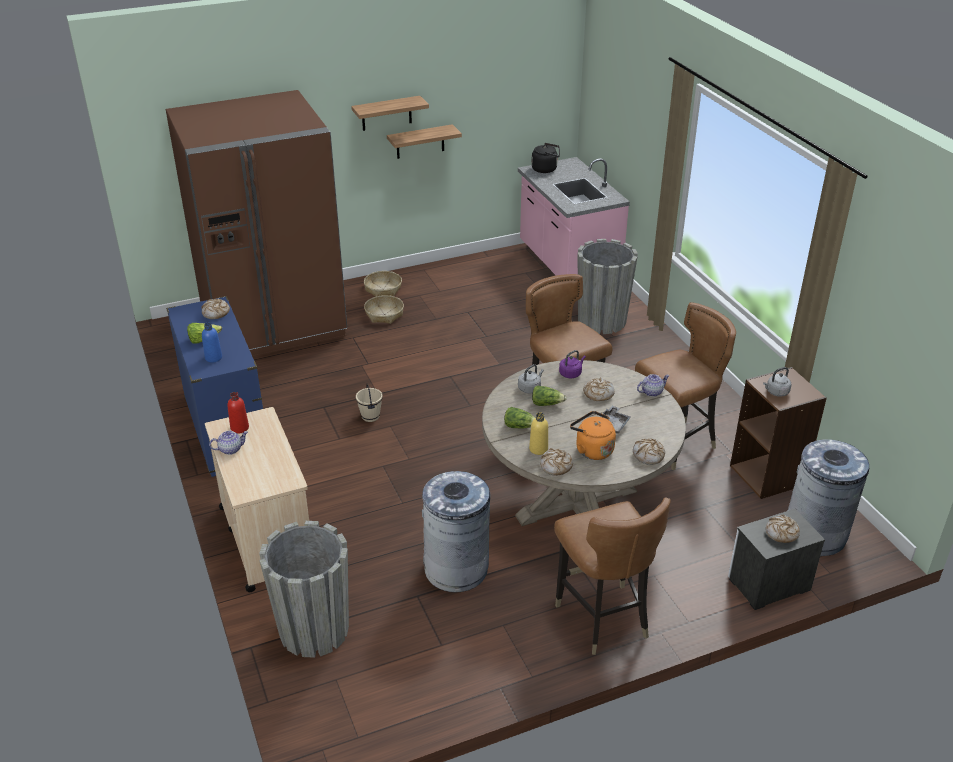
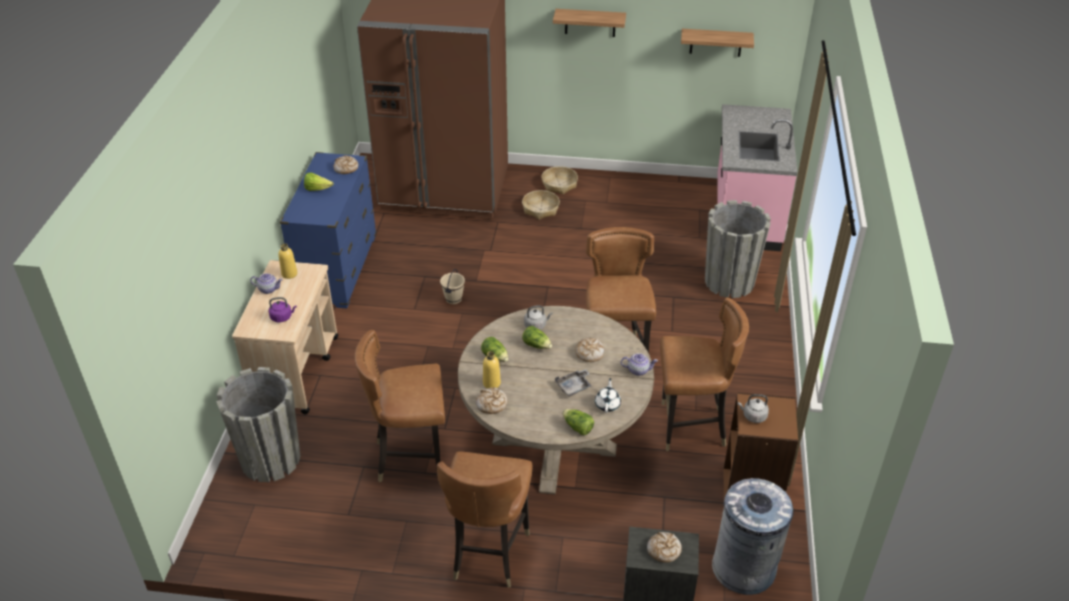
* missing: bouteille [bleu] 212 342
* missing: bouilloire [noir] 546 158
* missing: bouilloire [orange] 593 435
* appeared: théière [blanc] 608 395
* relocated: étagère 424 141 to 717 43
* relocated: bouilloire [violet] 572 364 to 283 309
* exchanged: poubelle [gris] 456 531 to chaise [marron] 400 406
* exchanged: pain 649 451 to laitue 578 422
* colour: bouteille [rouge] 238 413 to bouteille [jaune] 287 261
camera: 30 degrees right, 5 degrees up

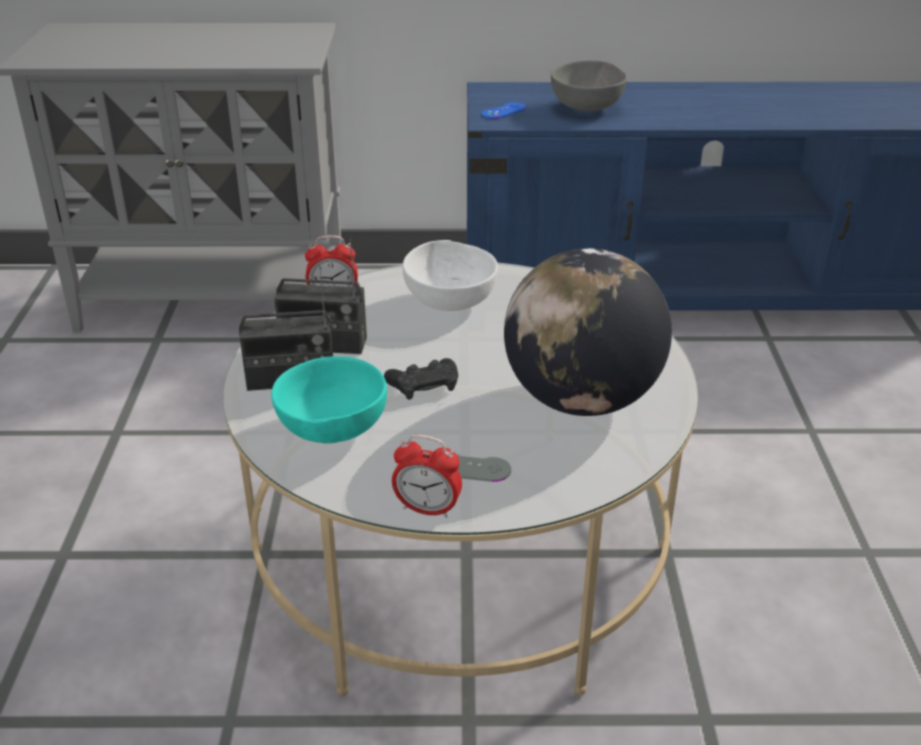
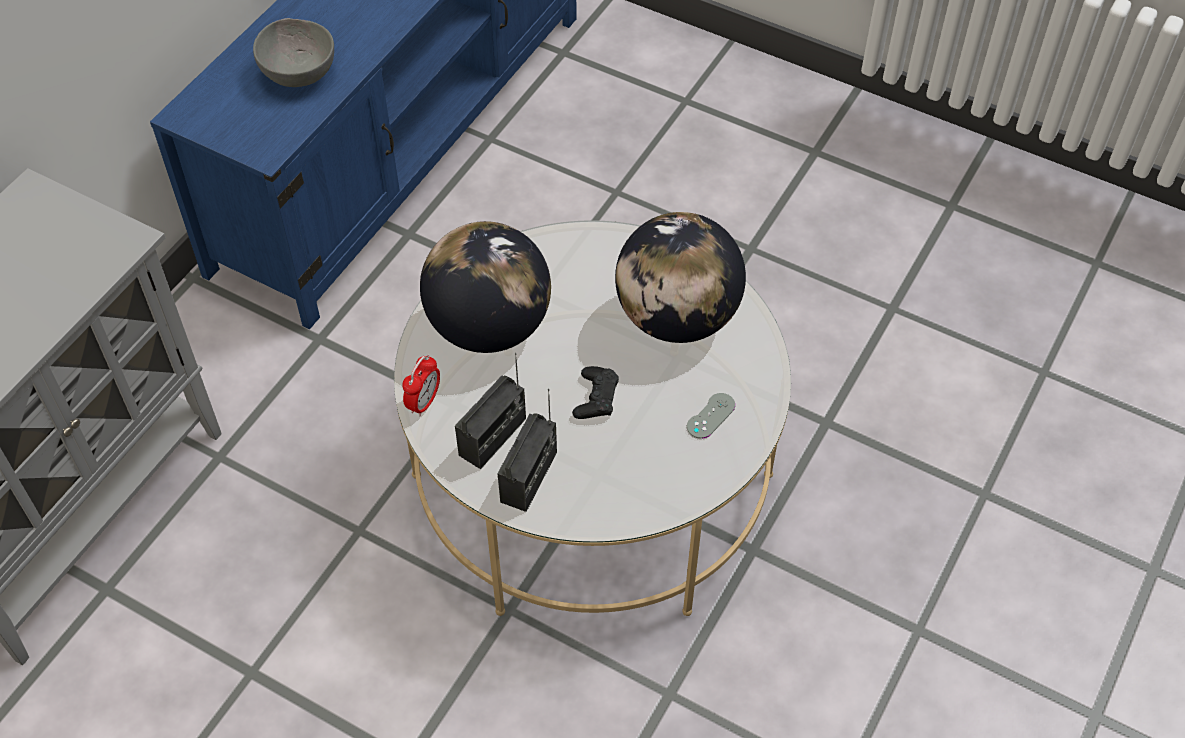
* missing: bol [turquoise] 329 399
* missing: réveil 427 476
* missing: manette [bleu] 504 110
* exchanged: bol [blanc] 450 275 to globe 485 287
camera: 60 degrees left, 20 degrees up

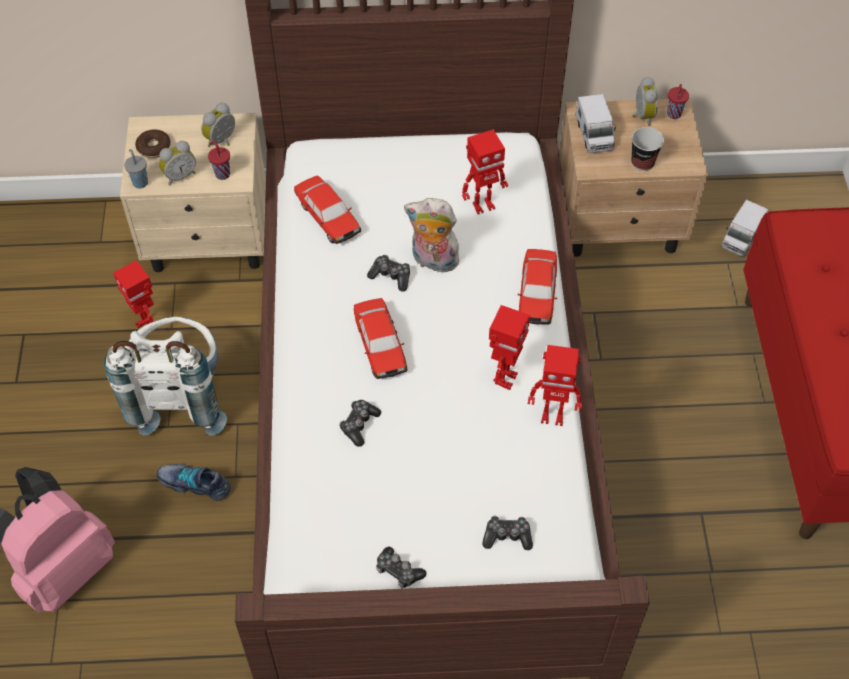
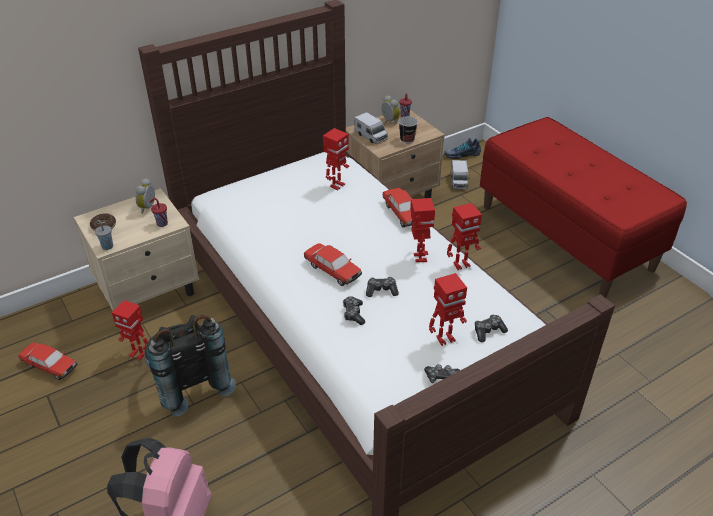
* missing: réveil 177 163
* missing: peluche 433 235
* appeared: robot jouet 448 309
* relocated: chaussure 194 482 to 462 148
* relocated: petite voiture 327 209 to 48 361
* relocated: manette 388 273 to 382 287
* colour: sac à dos [blanc] 165 376 to sac à dos [noir] 190 366
camera: 30 degrees left, 15 degrees down

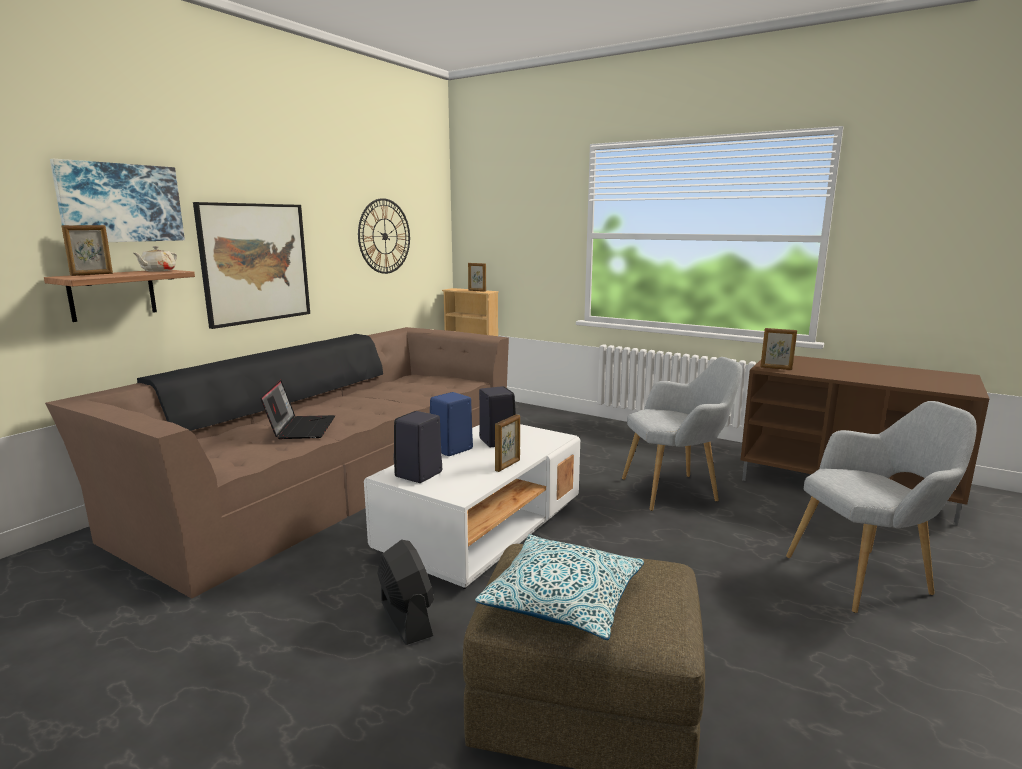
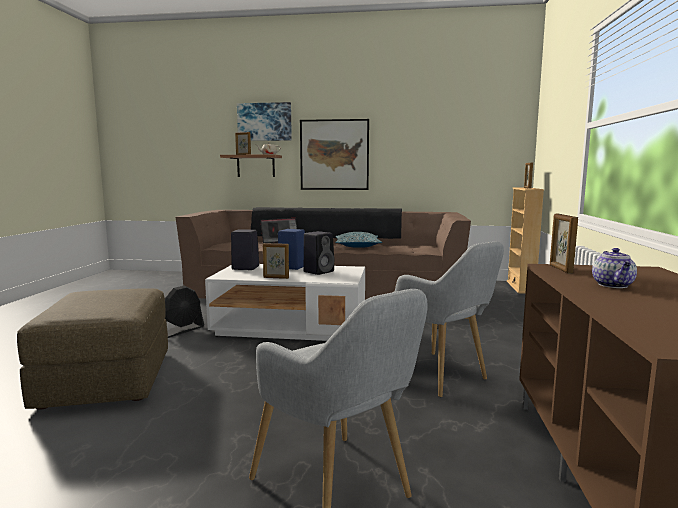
* missing: horloge murale 384 236
* appeared: théière 614 268
* relocated: coussin 559 587 to 358 240
camera: 65 degrees right, 5 degrees down

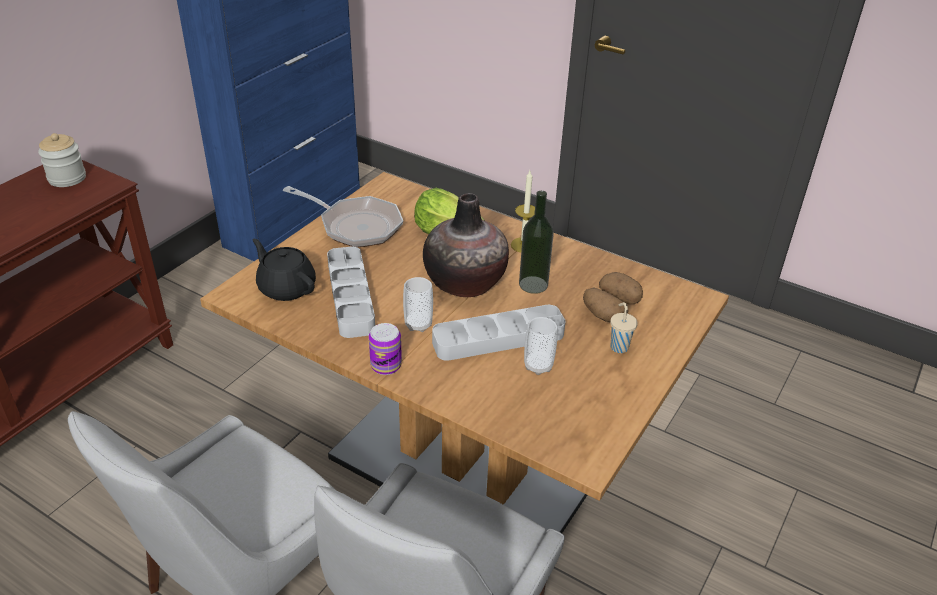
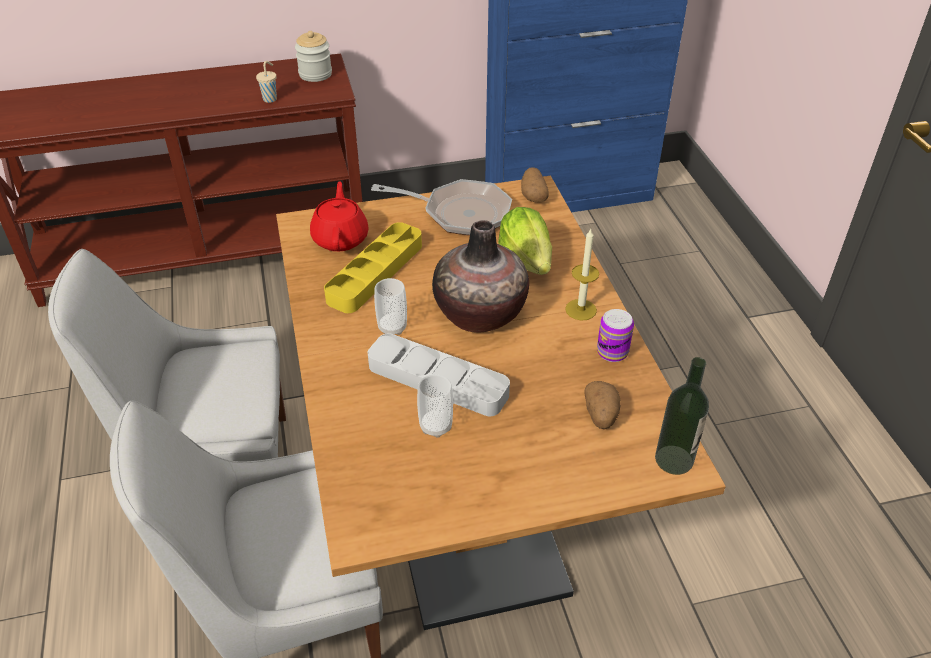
* relocated: boîte métallique 385 349 to 615 335
* relocated: bouteille 536 242 to 682 416
* relocated: pomme de terre 605 304 to 535 185
* relocated: tasse [beige] 624 327 to 266 82
* colour: théière [noir] 284 270 to théière [rouge] 339 216
* colour: plateau [gris] 351 292 to plateau [jaune] 373 267
* spun: poêle 343 216 = 441 207 60 degrees counterclockwise
camera: 45 degrees right, 5 degrees up

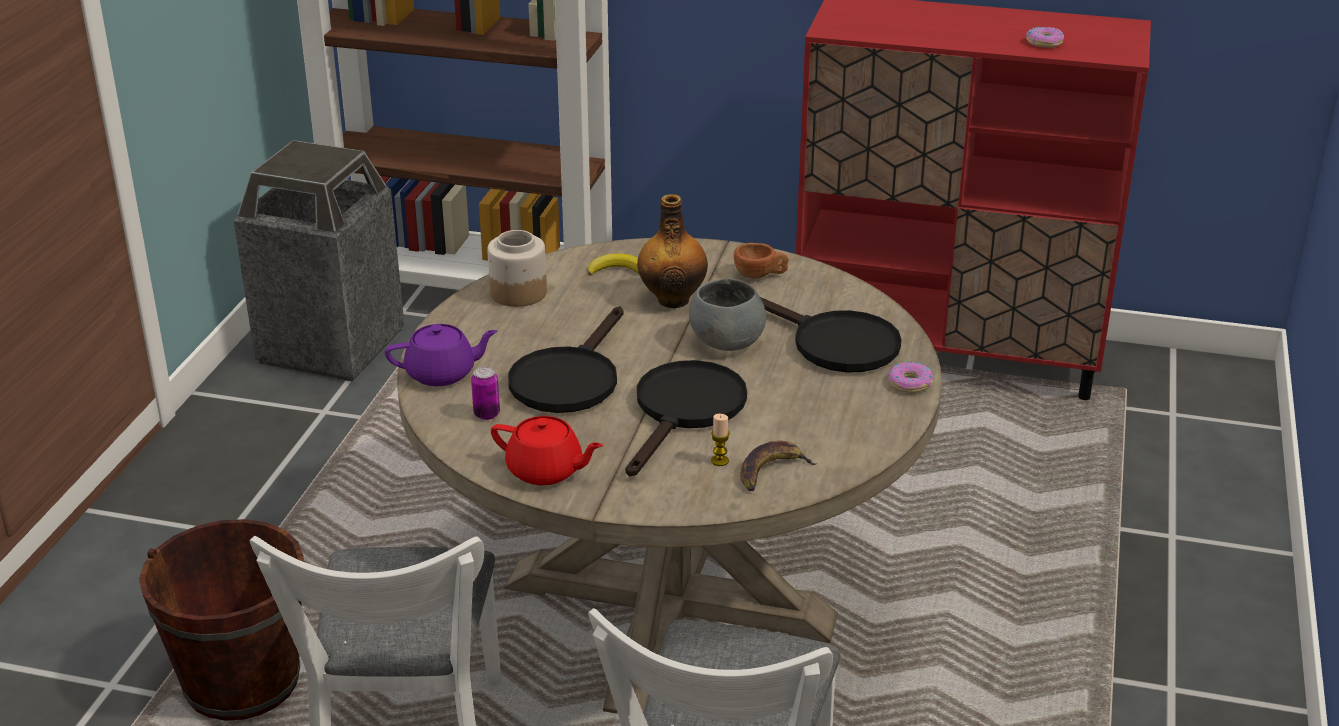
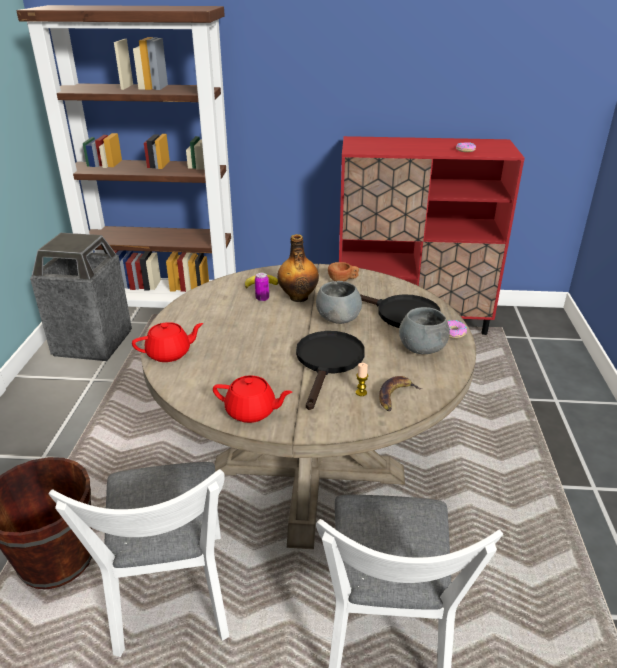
* missing: bocal 517 268
* missing: poêle [noir] 566 359
* appeared: bol [gris] 424 330
* relocated: boîte métallique 485 393 to 262 287
* colour: théière [violet] 441 355 to théière [rouge] 167 342
camera: 10 degrees left, 0 degrees up

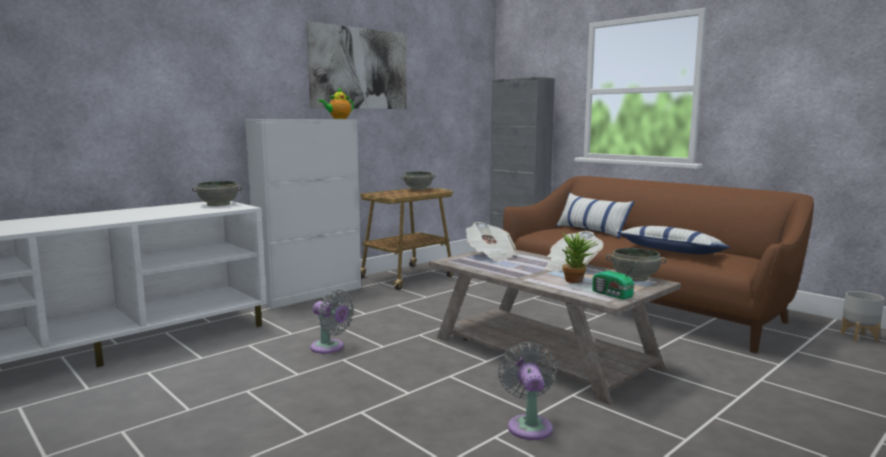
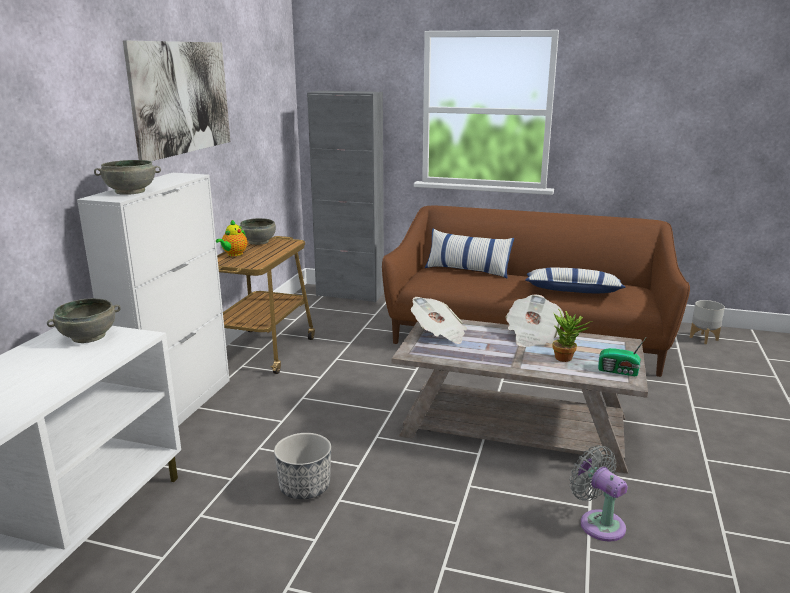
* relocated: théière 336 103 to 231 238
* relocated: bol [gris] 636 265 to 127 177
* exchanged: ventilateur [gris] 332 322 to cache-pot 302 466
camera: 30 degrees left, 10 degrees up

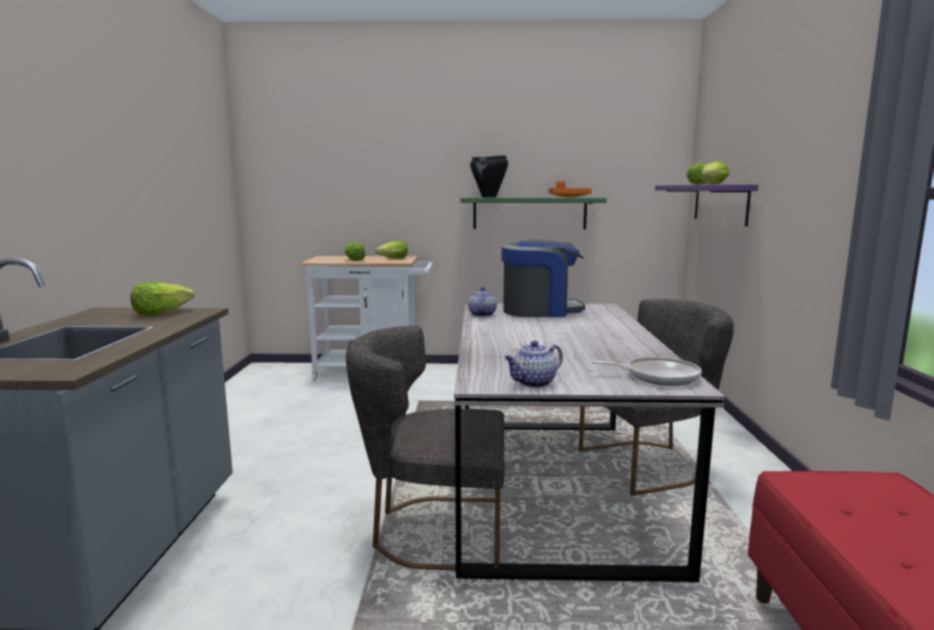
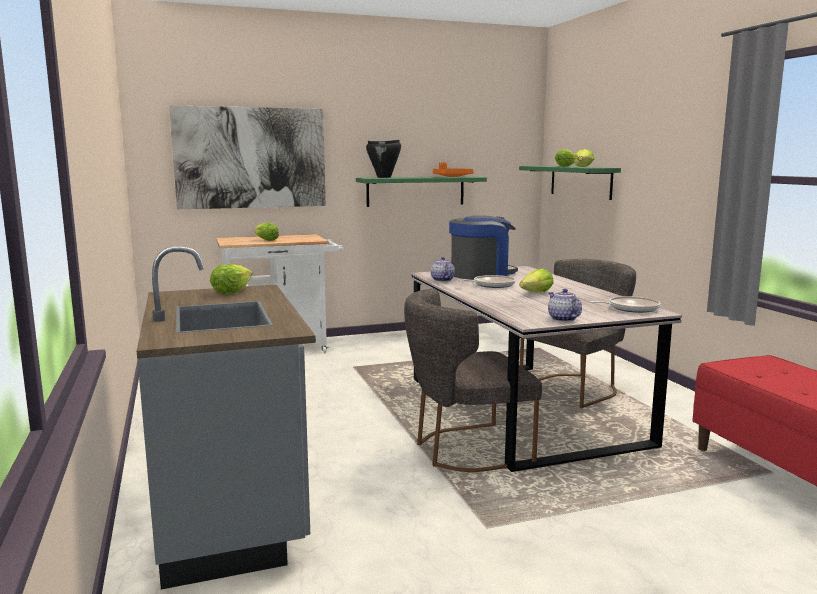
* appeared: tableau 247 157
* appeared: poêle 486 281
* relocated: laitue 391 249 to 536 280
* colour: étagère [violet] 706 205 to étagère [vert] 570 183
* spun: théière 534 364 = 565 305 120 degrees clockwise
camera: 20 degrees left, 0 degrees up

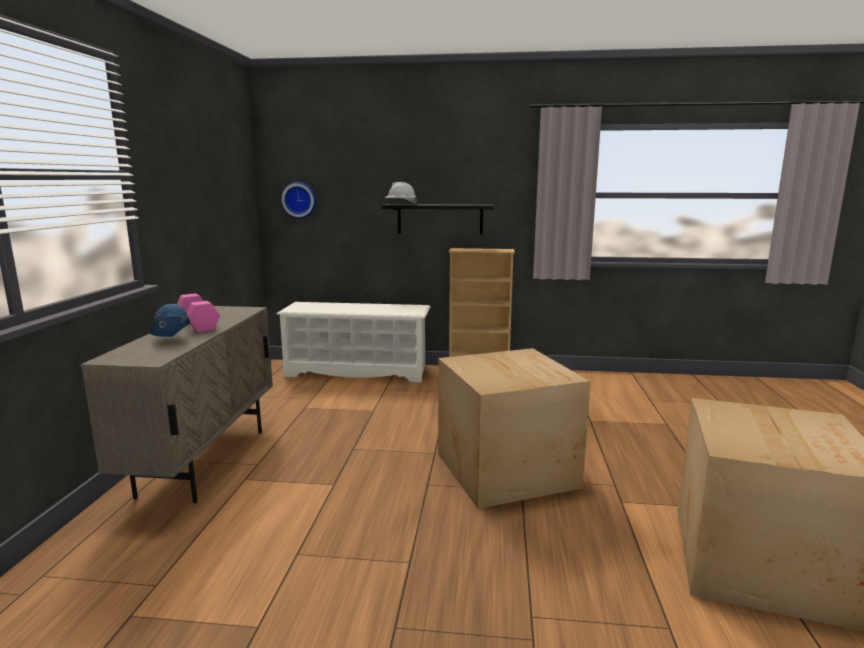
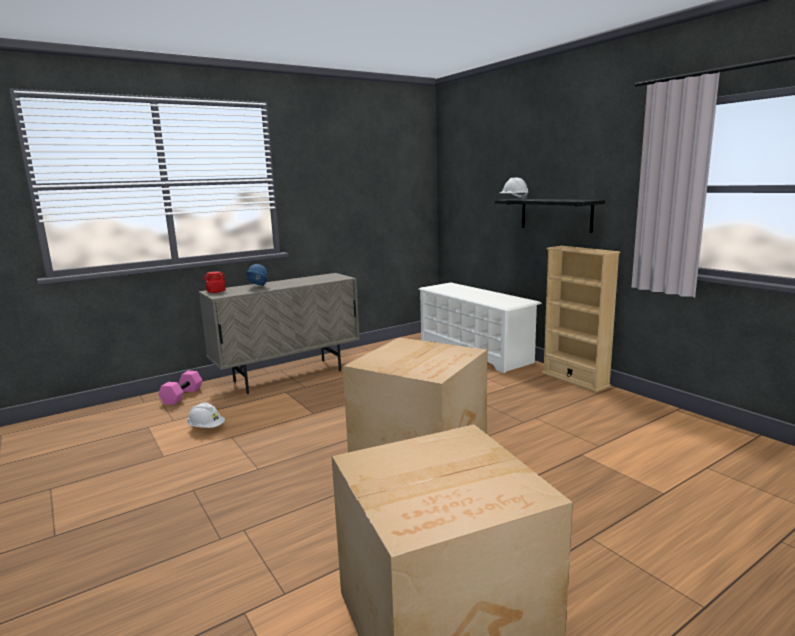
* missing: horloge murale 298 200
* appeared: casque de chantier [blanc] 206 415
* appeared: bocal [rouge] 214 282
* relocated: haltère [rose] 198 312 to 180 388
camera: 50 degrees right, 0 degrees up

